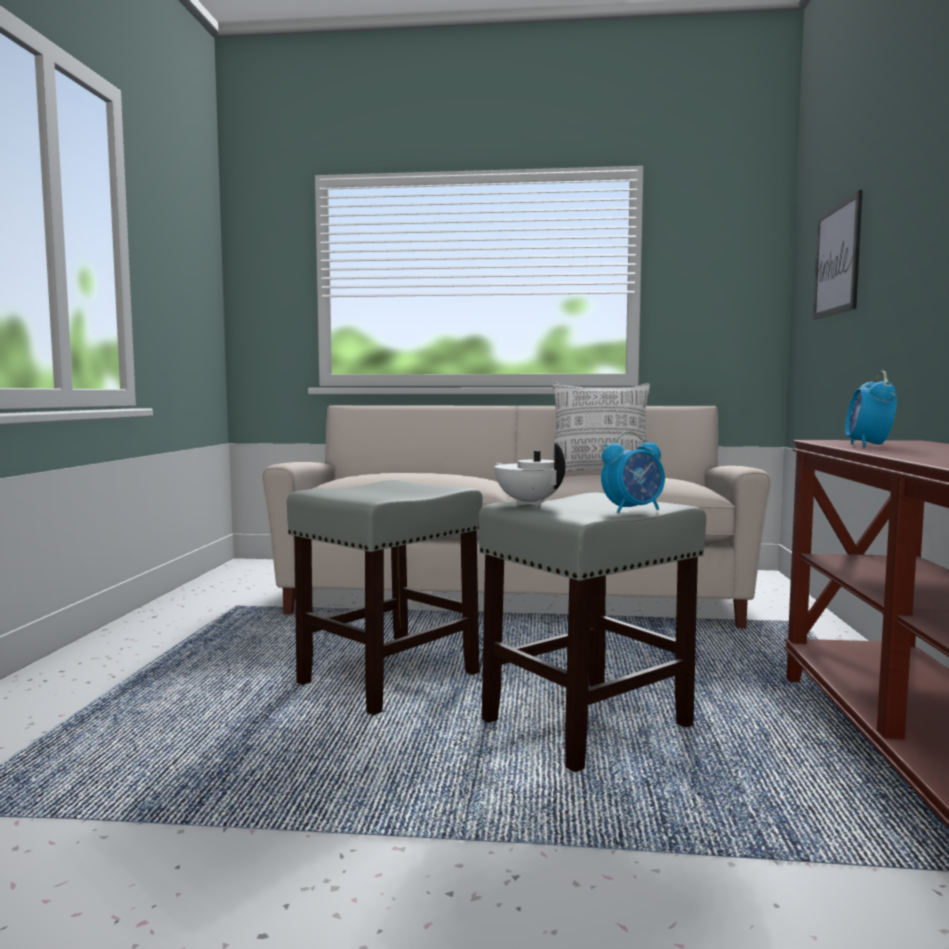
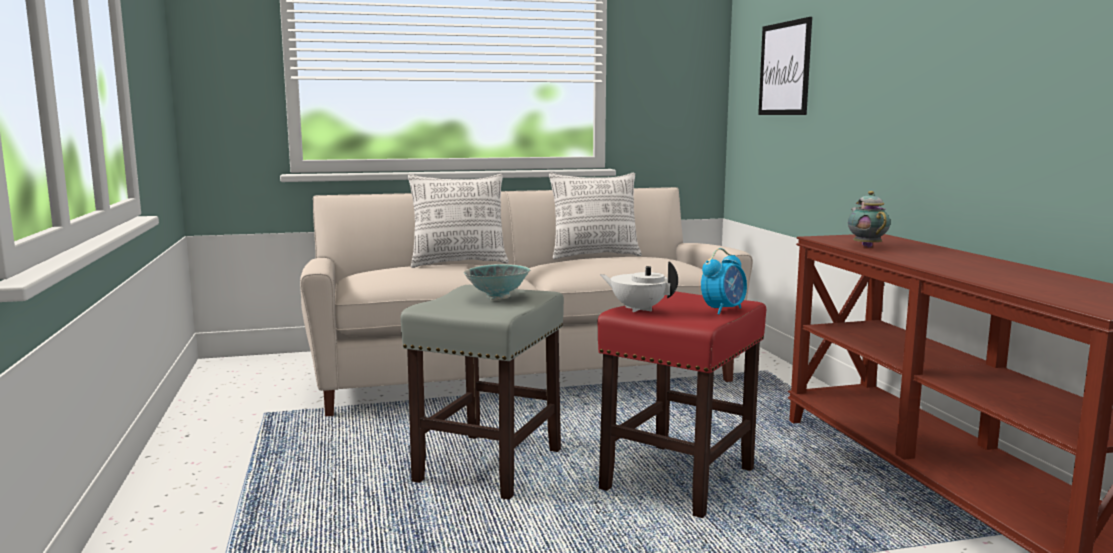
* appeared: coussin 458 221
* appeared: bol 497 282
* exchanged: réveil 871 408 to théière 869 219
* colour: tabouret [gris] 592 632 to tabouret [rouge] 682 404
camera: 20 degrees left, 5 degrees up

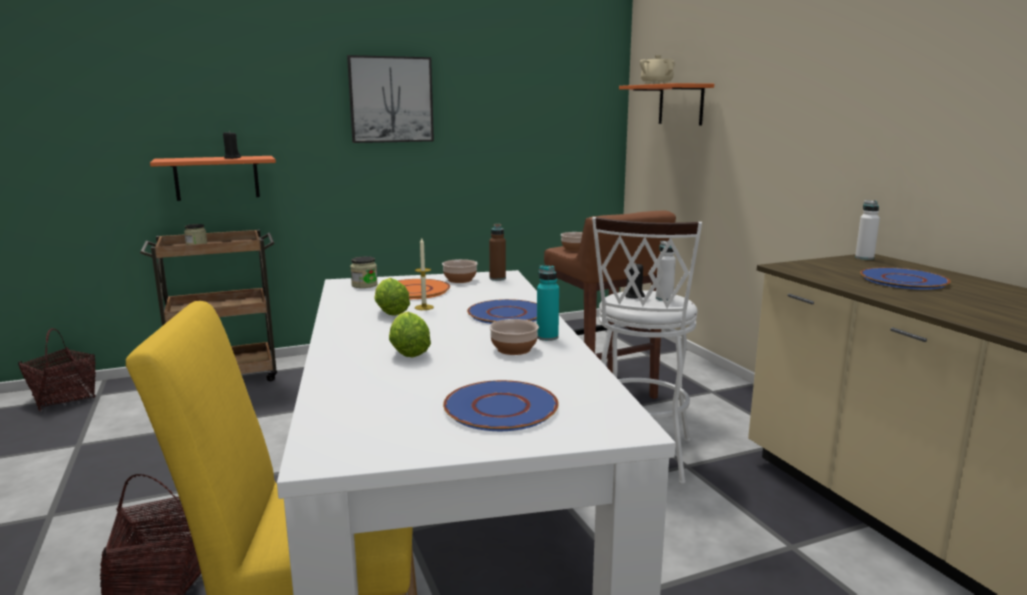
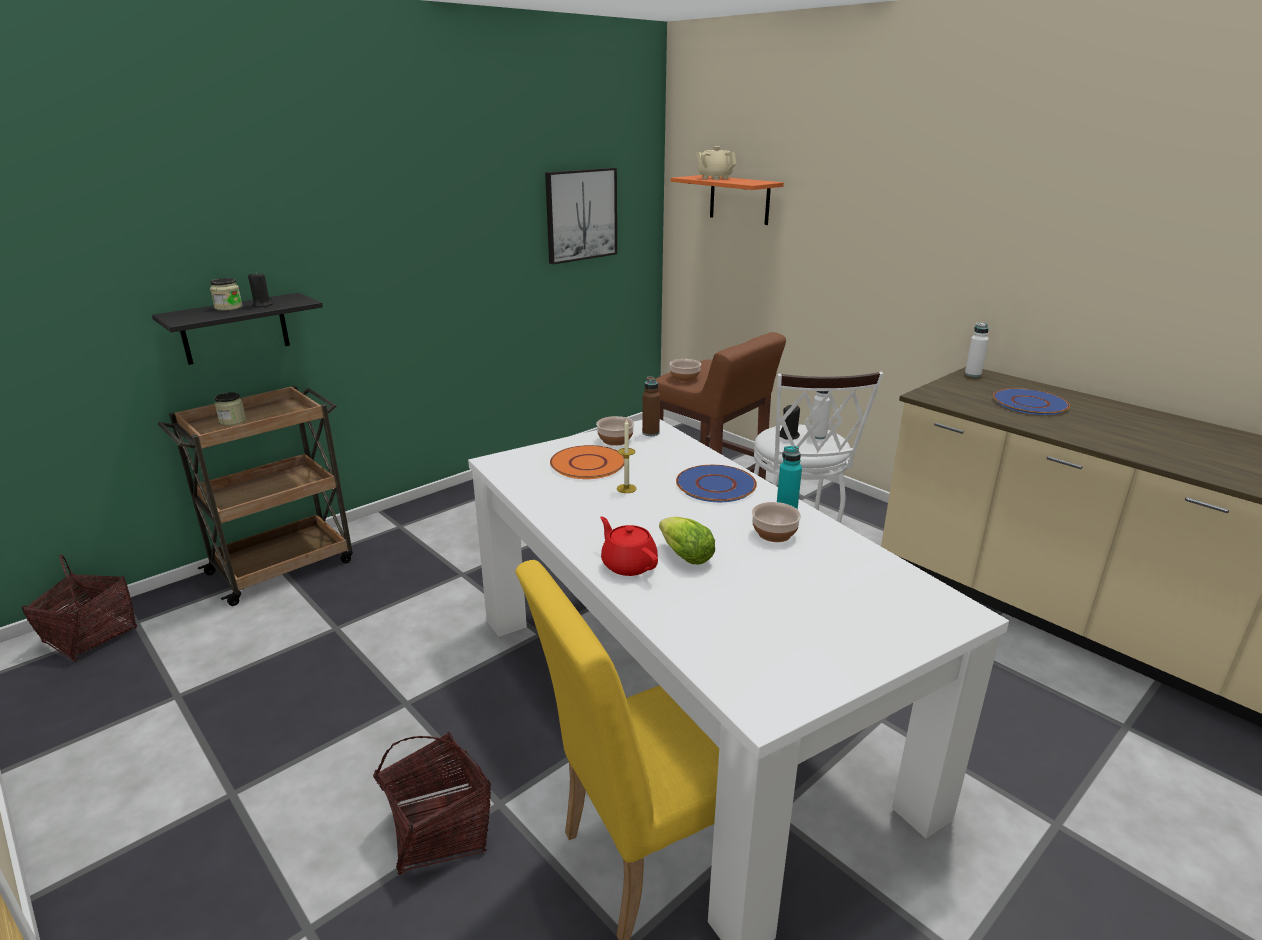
* missing: laitue 392 297
* missing: assiette [bleu] 501 405
* appeared: théière [rouge] 629 546
* relocated: tableau 390 99 to 581 216
* relocated: bocal 364 272 to 226 294
* colour: étagère [orange] 213 178 to étagère [noir] 237 329
camera: 20 degrees left, 10 degrees up

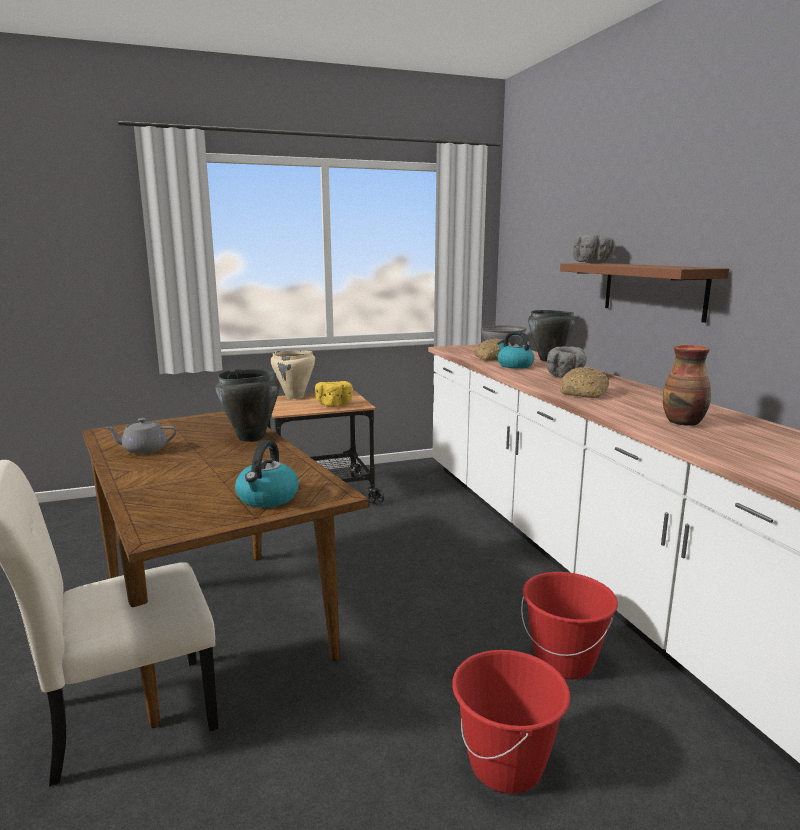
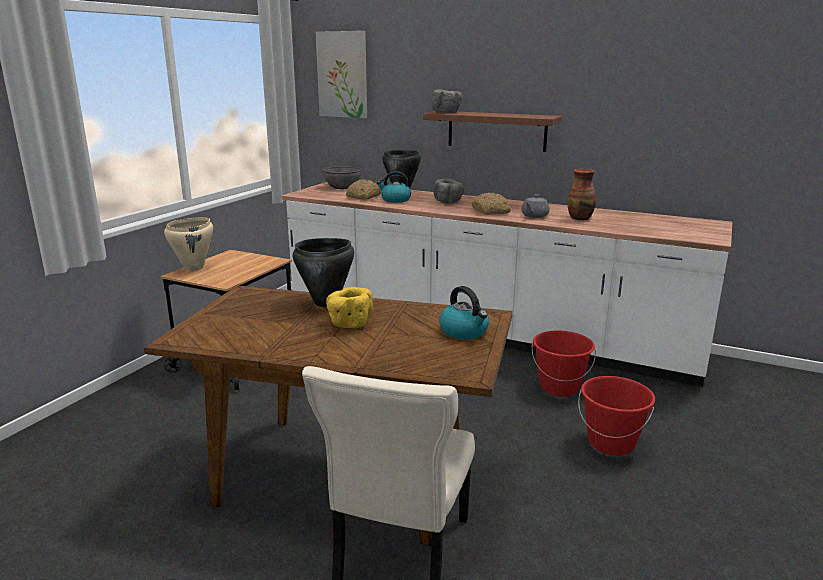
* appeared: tableau 341 74
* relocated: théière [gris] 140 436 to 535 206
* relocated: bol [jaune] 334 394 to 349 307
camera: 45 degrees left, 5 degrees up

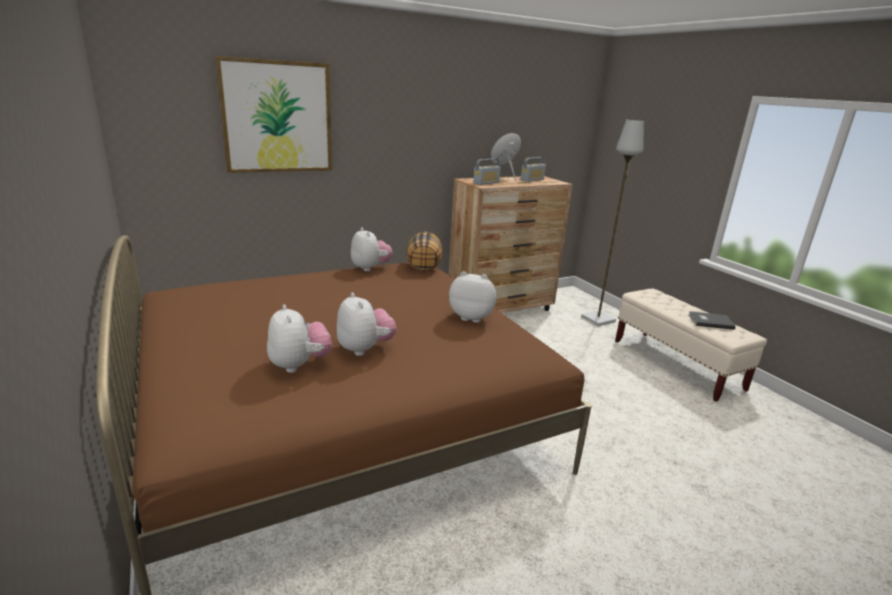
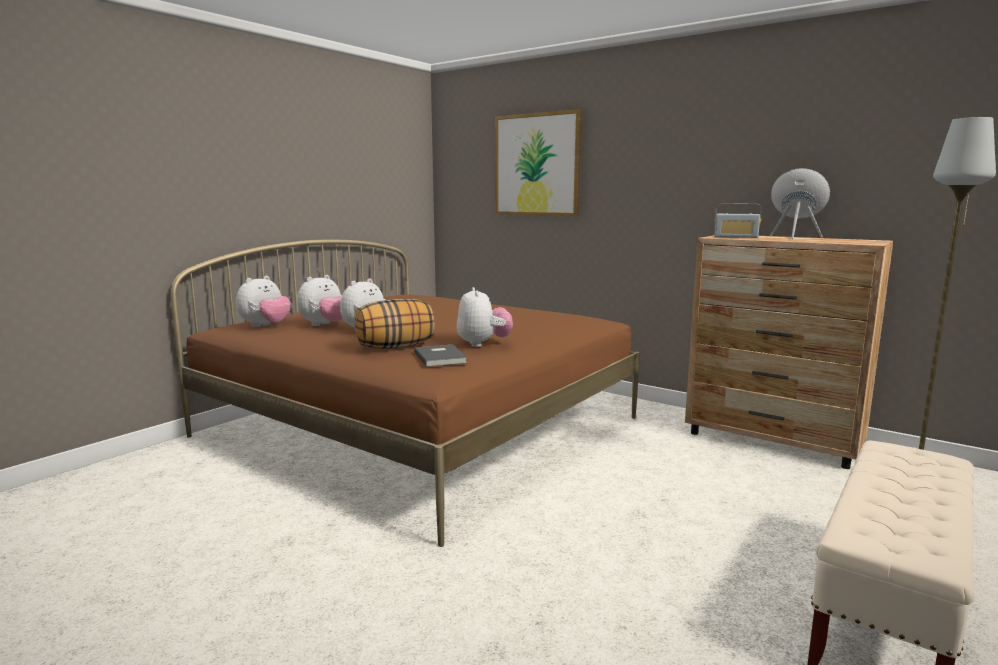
* missing: radio 533 169
* relocated: peluche 372 249 to 263 301
* relocated: coussin 424 251 to 395 324
* relocated: livre [gris] 712 320 to 441 356
camera: 65 degrees right, 10 degrees down

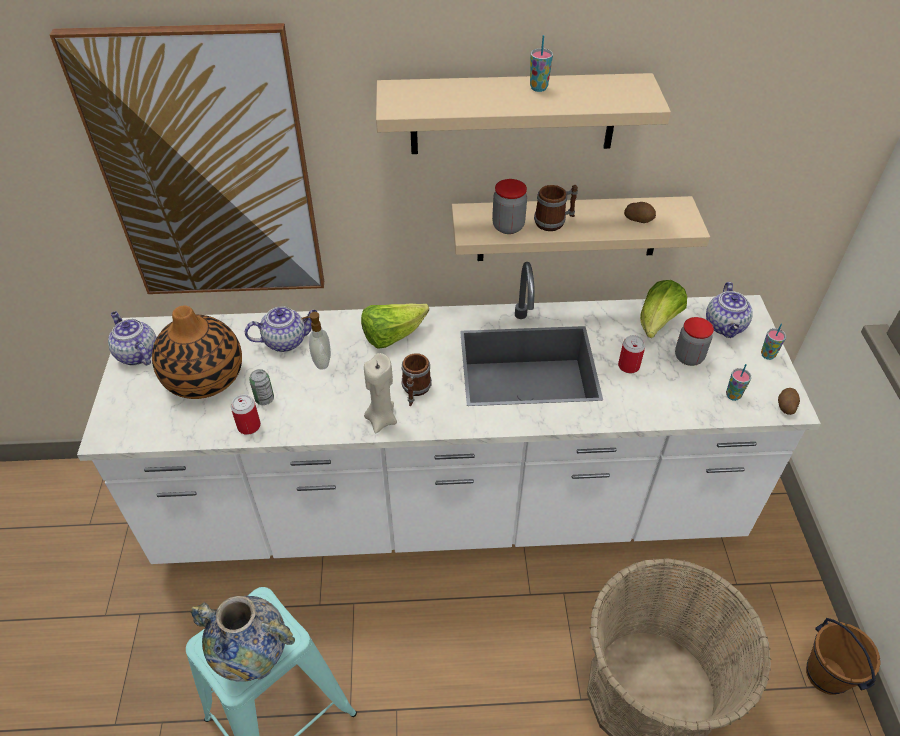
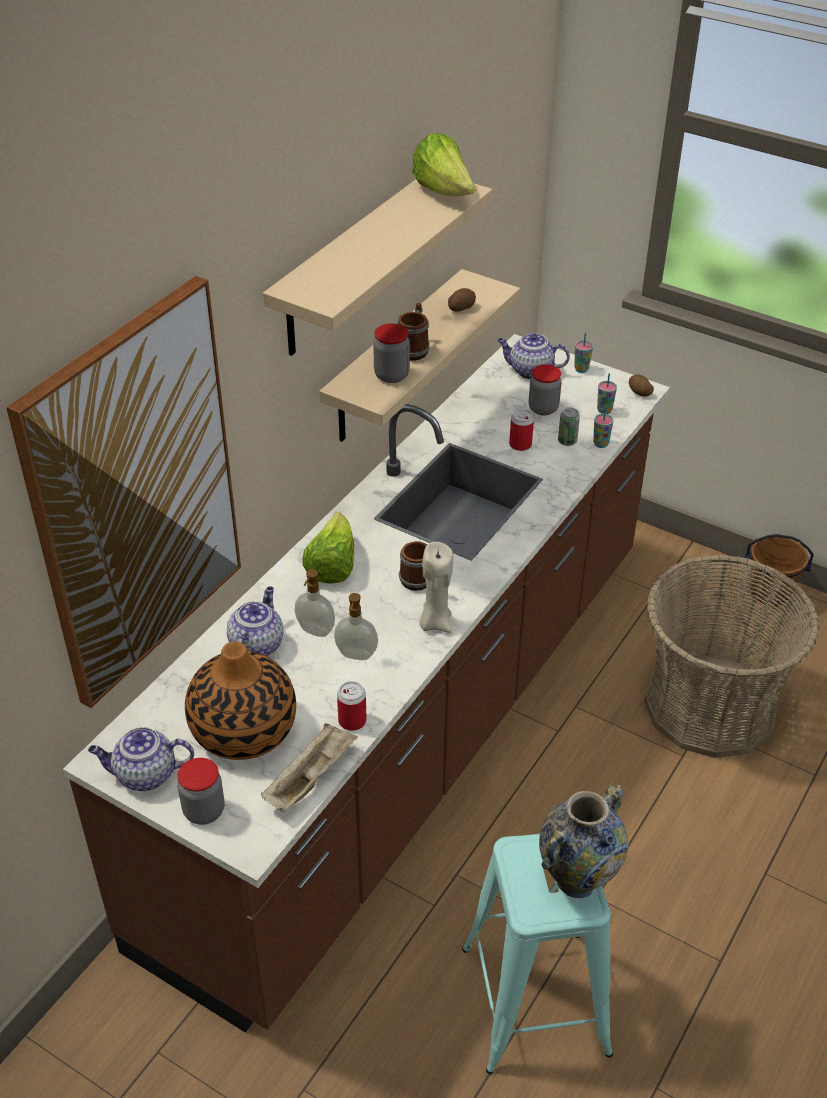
* appeared: bocal 200 791
* appeared: plateau [beige] 309 767
* appeared: distributeur de savon 356 626
* relocated: boîte métallique 261 387 to 569 427
* relocated: tasse 541 63 to 603 427
* relocated: laitue 663 309 to 444 164
* colour: comptoir de cuisine [blanc] 449 413 to comptoir de cuisine [marron] 366 683
* spun: théière 729 310 = 533 356 150 degrees clockwise
camera: 55 degrees left, 5 degrees down

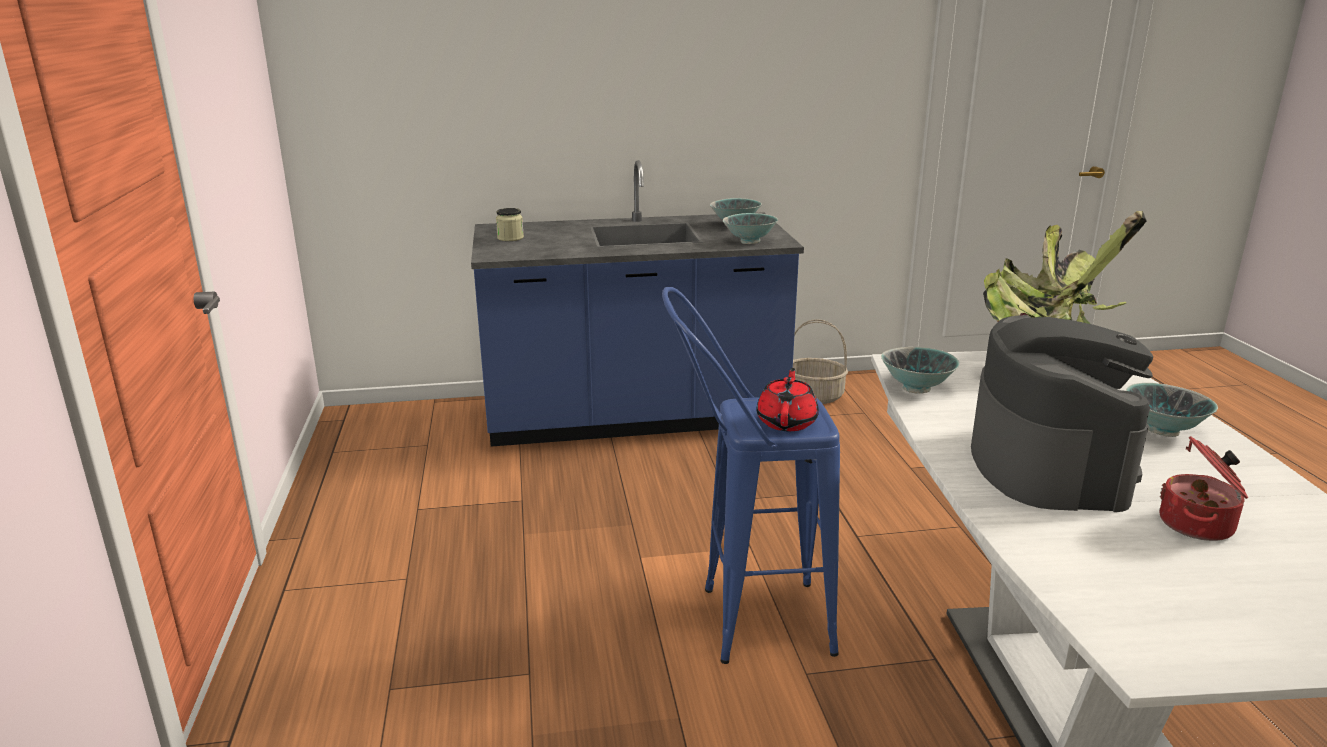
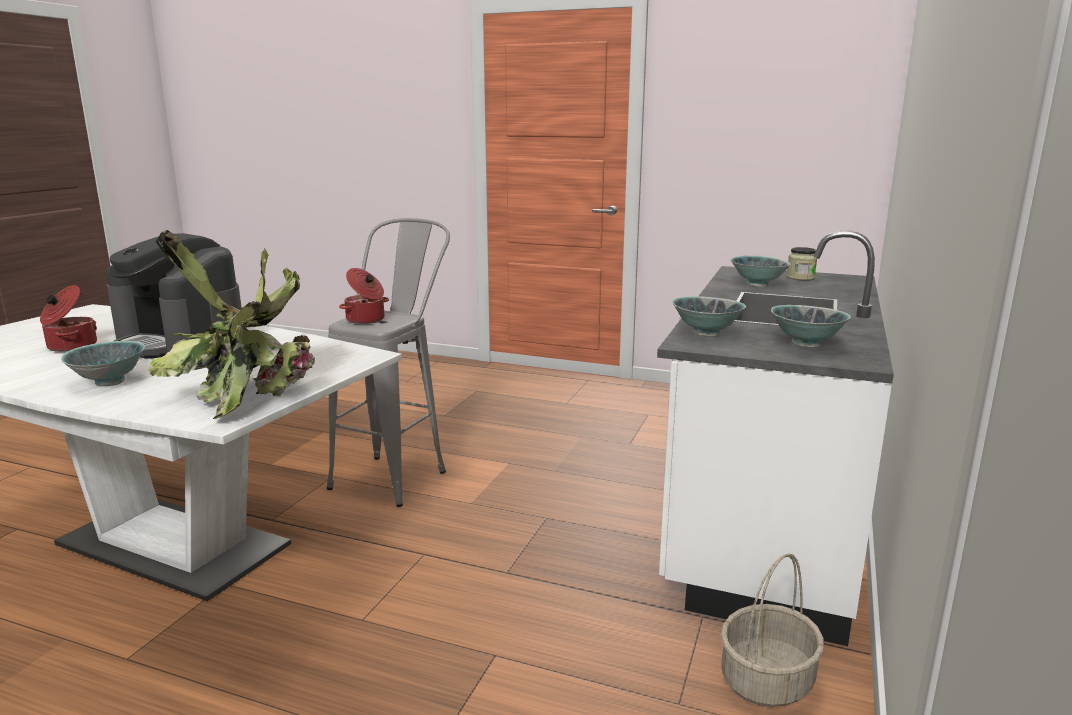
* relocated: bol 920 370 to 761 271
* exchanged: théière [rouge] 787 399 to marmite 364 296
* colour: comptoir de cuisine [bleu] 637 303 to comptoir de cuisine [blanc] 775 438
* colour: tabouret [bleu] 751 475 to tabouret [gris] 388 362
camera: 120 degrees right, 5 degrees down

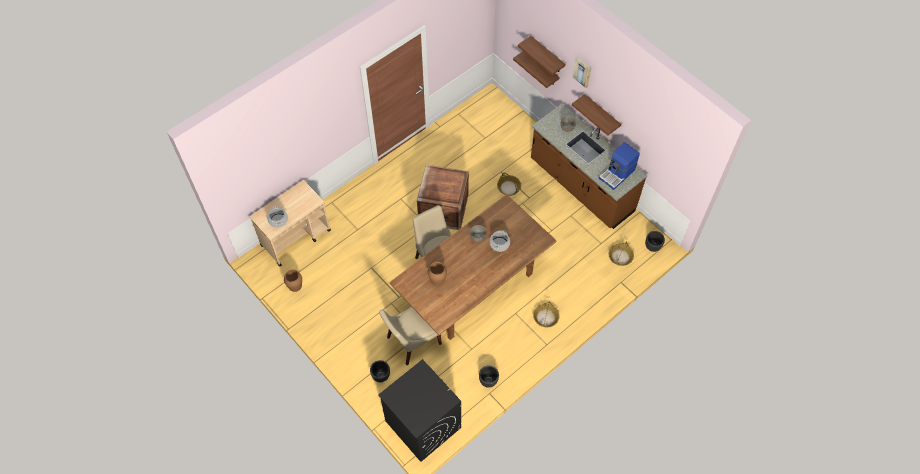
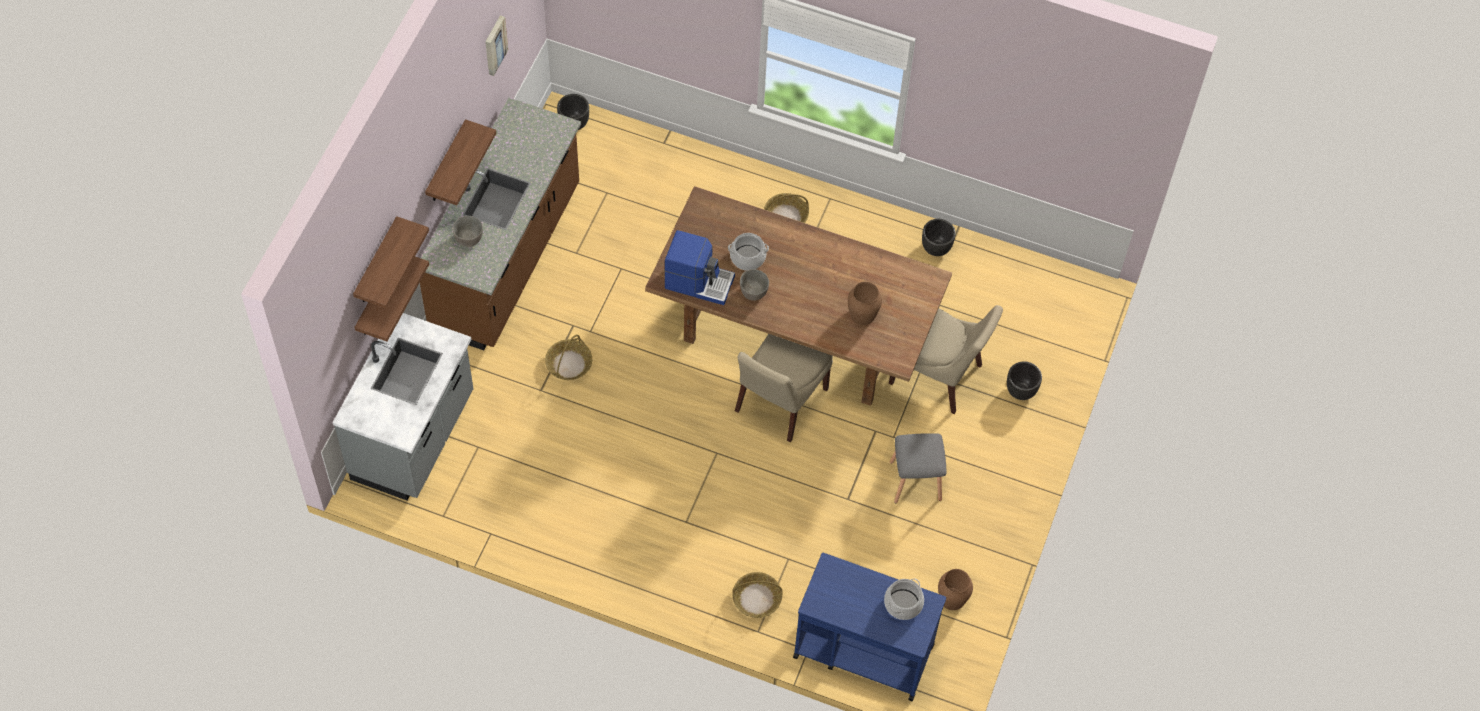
* missing: lave-linge [noir] 419 410
* missing: caisse 443 197
* appeared: comptoir de cuisine [gris] 403 407
* appeared: tabouret [gris] 918 468
* relocated: tableau 582 72 to 496 45
* relocated: machine à café 619 166 to 699 267
* relocated: panier 621 253 to 757 595
* colour: chariot [beige] 290 223 to chariot [bleu] 869 627
camera: 120 degrees left, 0 degrees up

